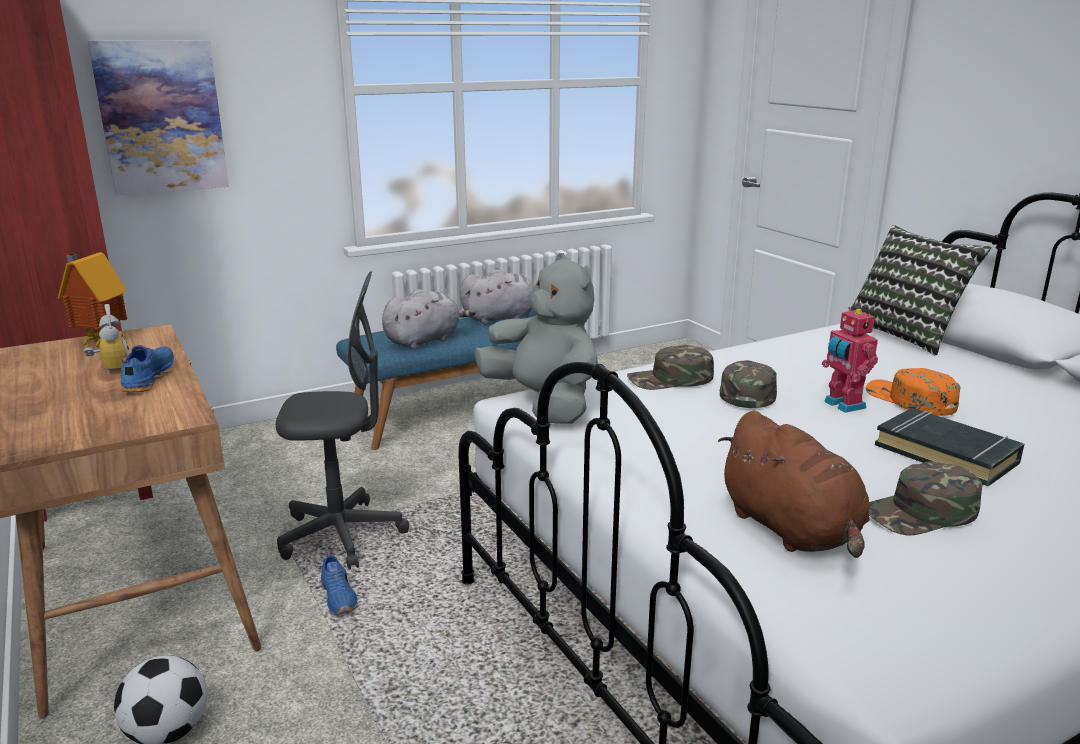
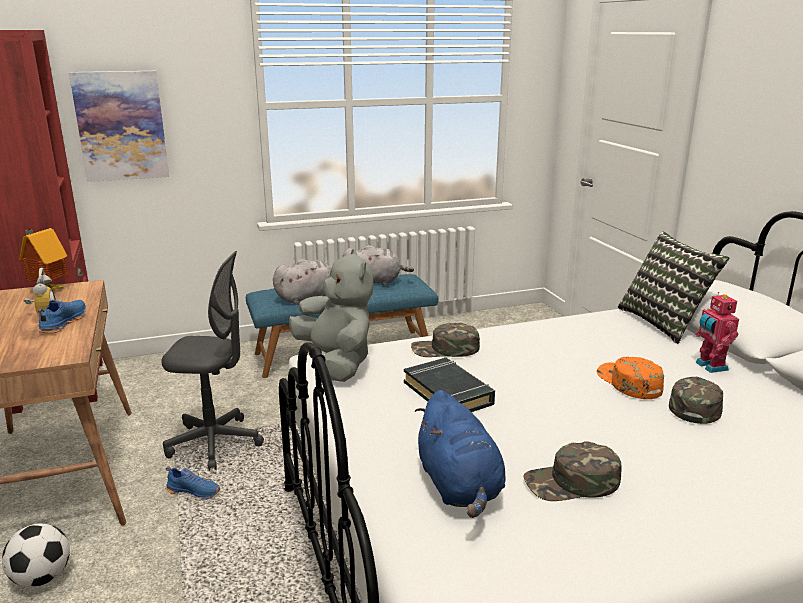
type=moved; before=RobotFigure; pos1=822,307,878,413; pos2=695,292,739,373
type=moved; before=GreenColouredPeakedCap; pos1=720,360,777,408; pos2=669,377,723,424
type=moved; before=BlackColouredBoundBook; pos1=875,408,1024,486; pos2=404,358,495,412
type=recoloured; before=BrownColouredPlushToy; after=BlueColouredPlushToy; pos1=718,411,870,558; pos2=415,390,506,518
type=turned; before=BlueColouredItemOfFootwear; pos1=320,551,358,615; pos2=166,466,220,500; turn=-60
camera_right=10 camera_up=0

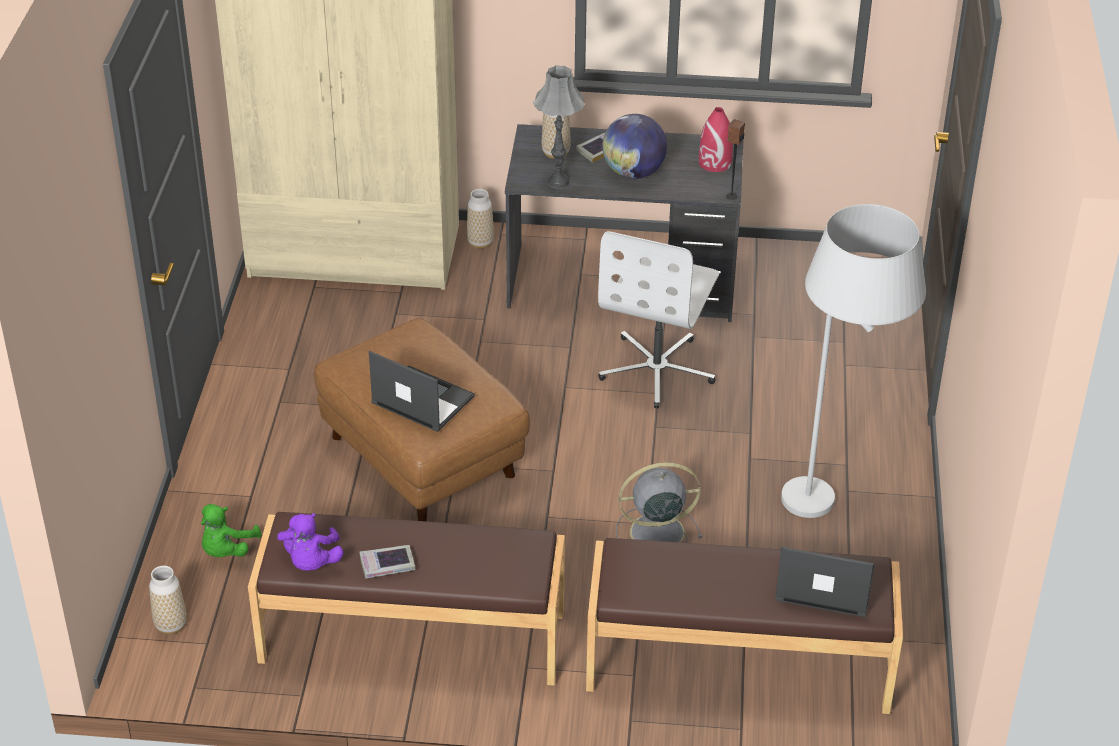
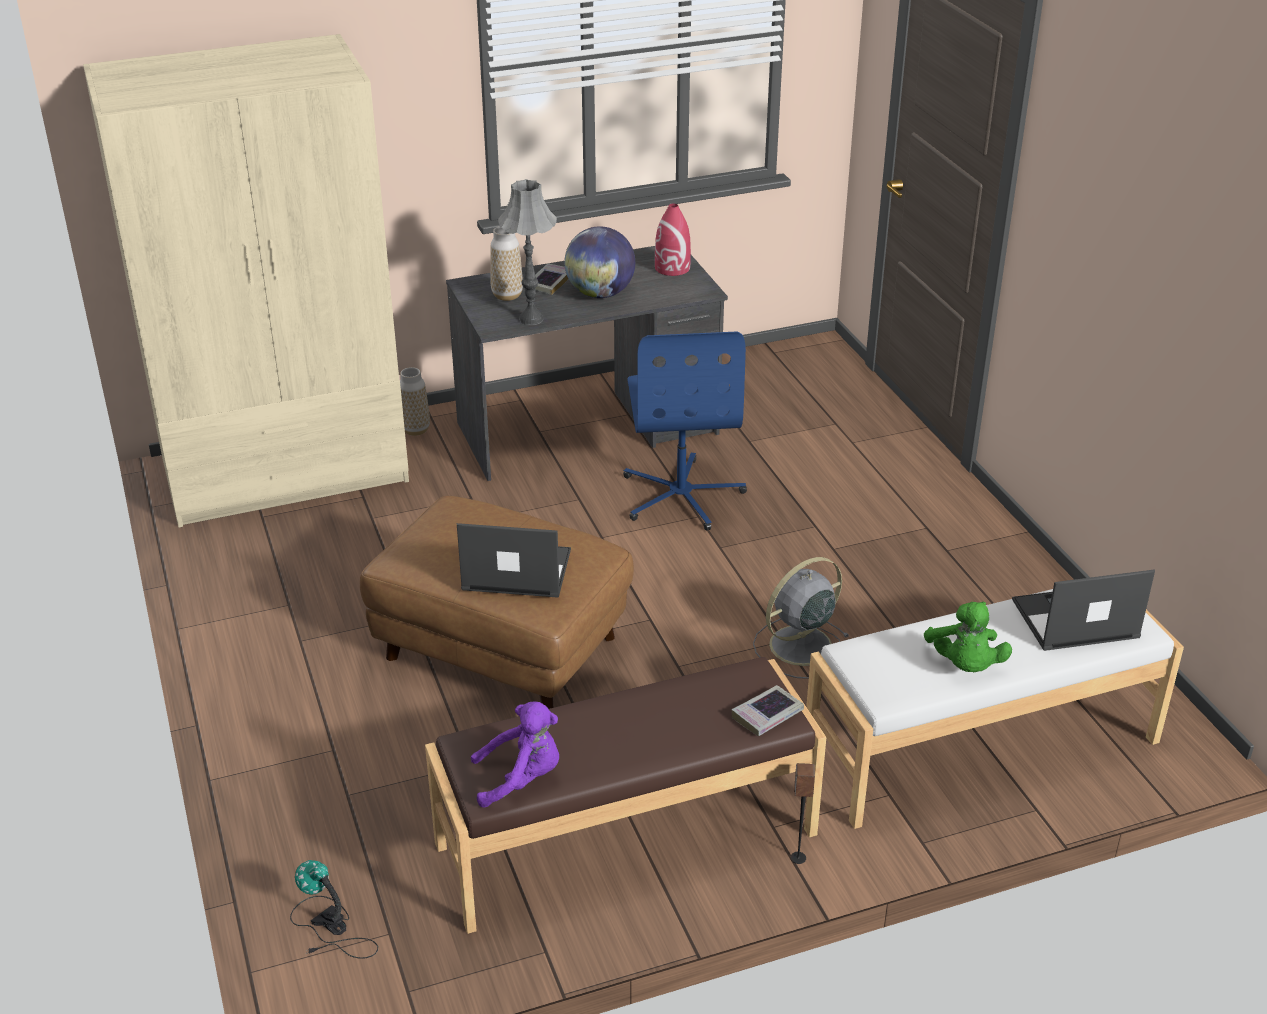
type=moved; before=Loudspeaker; pos1=726,119,745,200; pos2=790,763,815,864
type=removed; before=WhitishStandardLamp; pos1=781,204,926,518
type=recoloured; before=WhitishOfficeChair; after=BlueColouredOfficeChair; pos1=598,231,719,408; pos2=623,332,747,531
type=moved; before=GreenColouredPlushToy; pos1=201,504,262,557; pos2=924,601,1012,672
type=turned; before=PurplishPlushToy; pos1=277,513,344,571; pos2=471,701,559,808; turn=-75
type=recoloured; before=BrownColouredLongSeat; after=WhitishLongSeat; pos1=586,538,903,714; pos2=806,589,1184,829
type=moved; before=BoundBook; pos1=359,545,415,579; pos2=732,685,804,736
type=replaced; before=FlowerVase; after=TableLamp; pos1=149,566,187,634; pos2=290,860,378,959
camera_right=-25 camera_up=-5

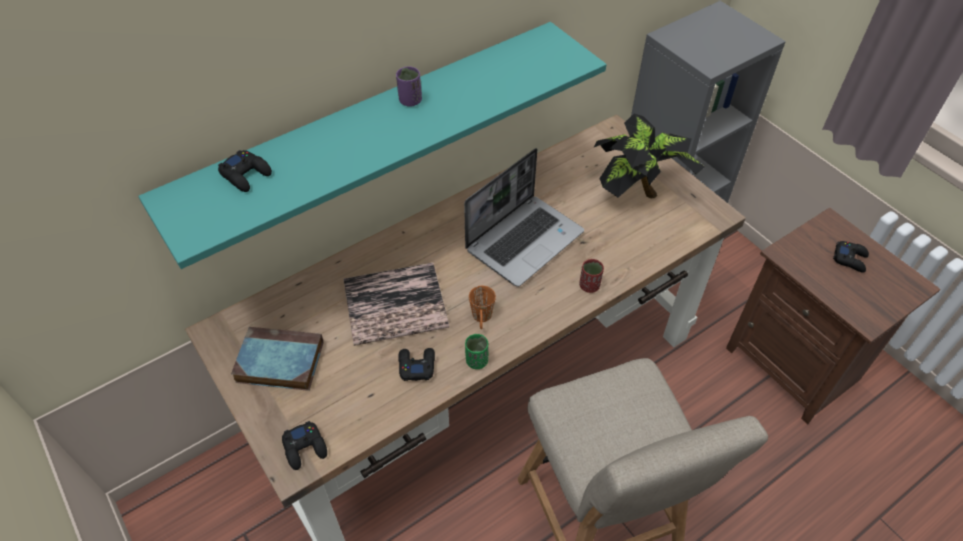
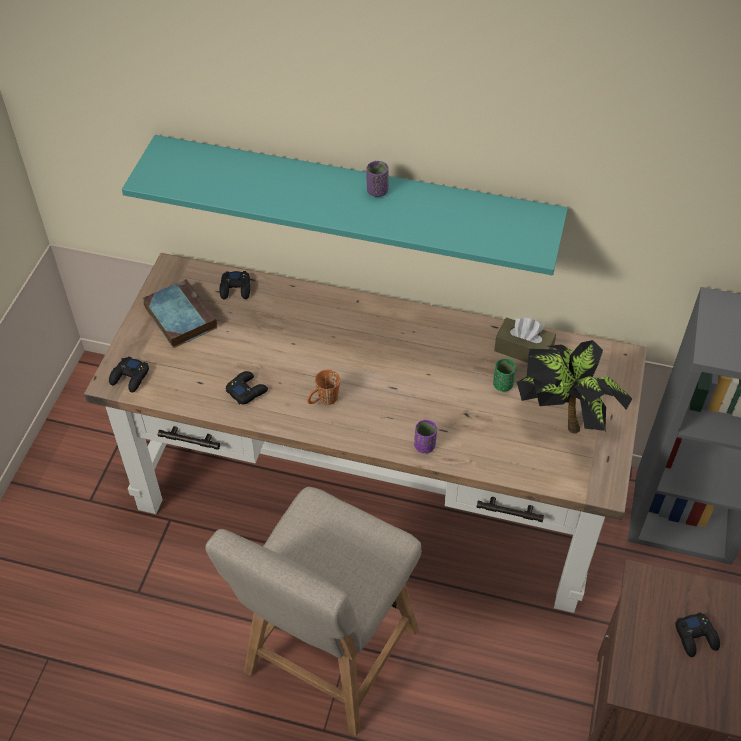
type=removed; before=NotebookComputer; pos1=464,148,584,287
type=moved; before=BlackColouredGameController; pos1=218,150,272,192; pos2=220,271,250,300
type=recoloured; before=ReddishDrinkingCup; after=PurplishDrinkingCup; pos1=579,259,604,293; pos2=414,419,437,453
type=removed; before=BoundBook; pos1=344,263,449,346
type=moved; before=GreenColouredDrinkingCup; pos1=465,334,488,369; pos2=493,359,516,391
type=added; after=BrownColouredBoxOfTissues; pos2=494,317,556,363
camera_right=50 camera_up=0

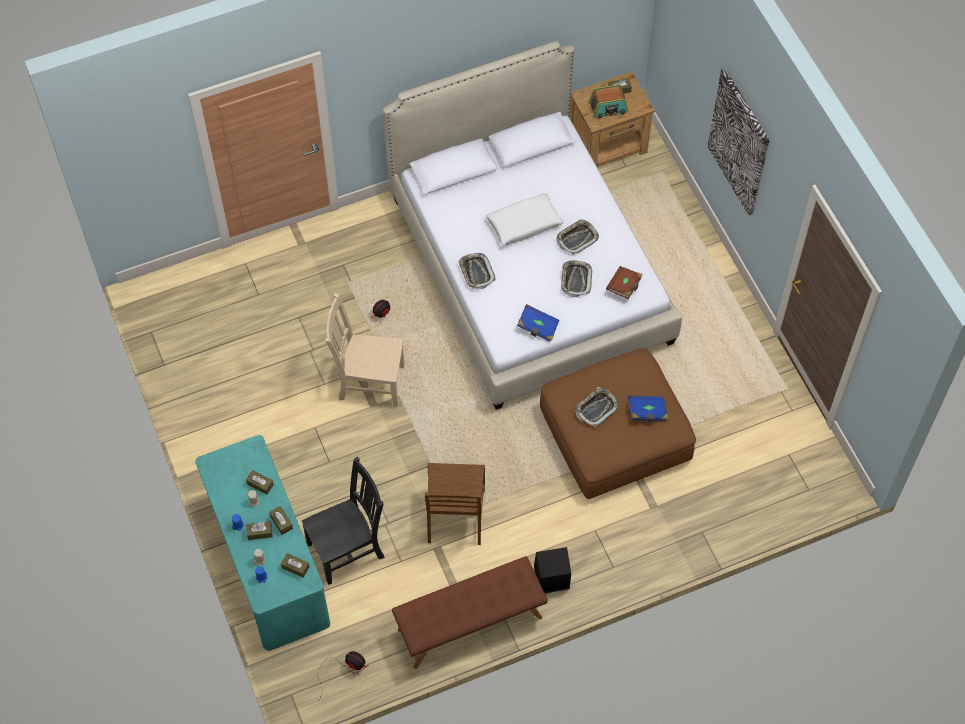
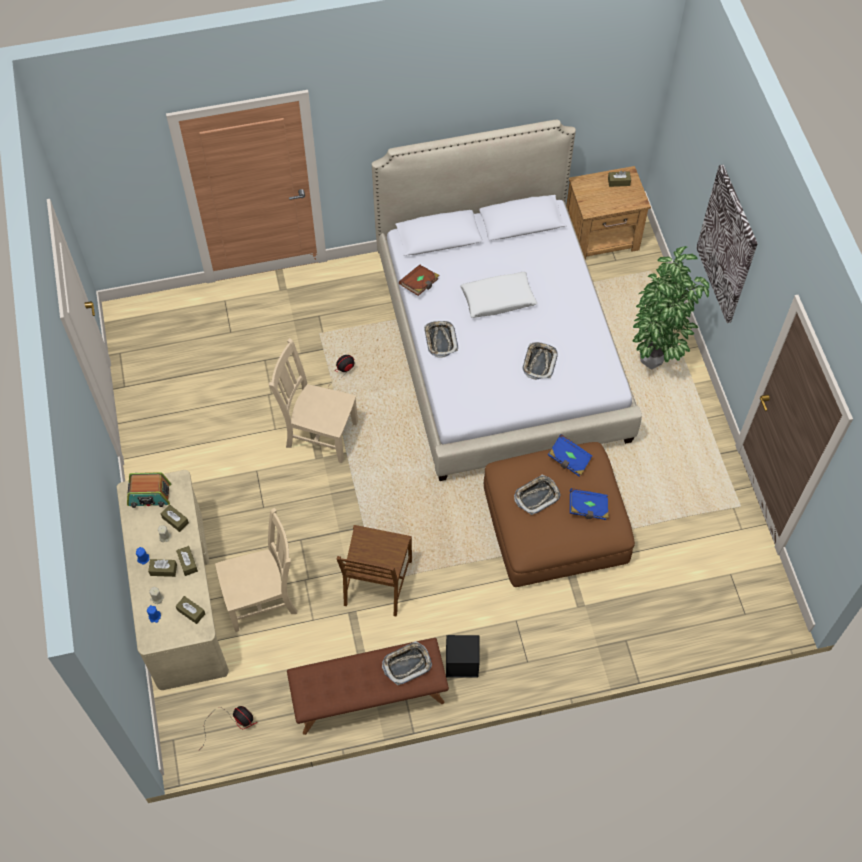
type=moved; before=Radio; pos1=588,84,629,118; pos2=127,472,171,508
type=moved; before=ServingTray; pos1=556,219,599,255; pos2=382,641,432,686
type=moved; before=BrownColouredBoundBook; pos1=606,266,643,299; pos2=399,265,440,296
type=moved; before=BlueColouredBoundBook; pos1=517,304,560,342; pos2=548,434,593,476
type=recoloured; before=BlueGreenDeskUnit; after=BeigeColouredDeskUnit; pos1=195,435,330,651; pos2=117,470,229,690
type=recoloured; before=BlackColouredChair; after=BeigeColouredChair; pos1=302,457,384,585; pos2=215,508,297,632
type=added; after=Houseplant; pos2=632,246,709,370
camera_right=10 camera_up=0

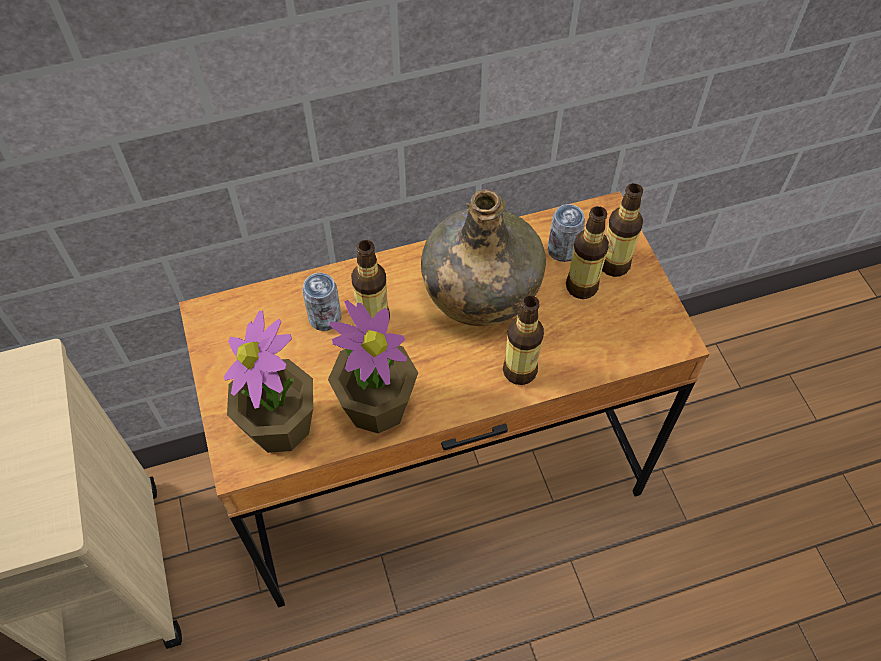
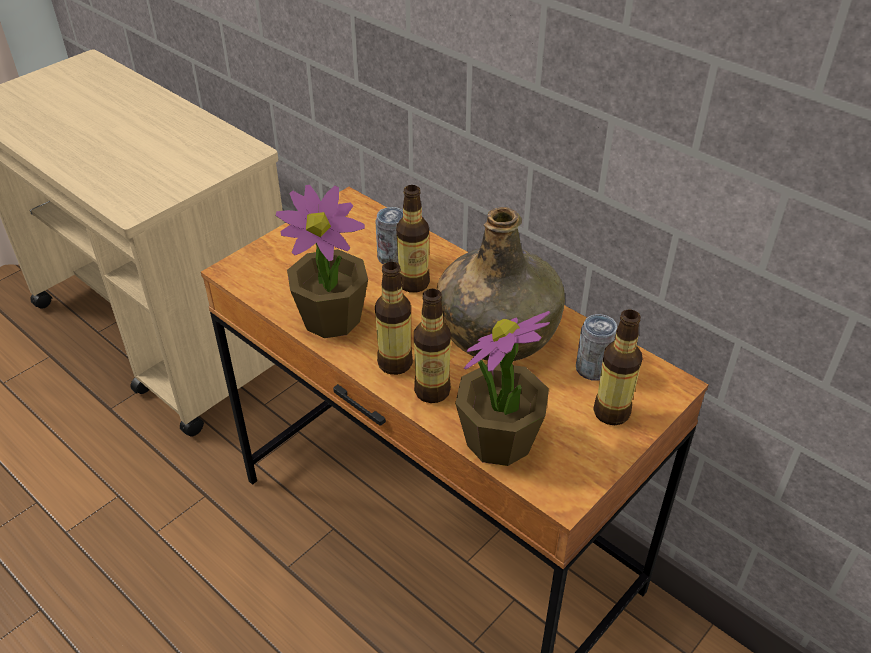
type=moved; before=DrinkBottle; pos1=566,206,609,299; pos2=375,262,413,375
type=moved; before=Houseplant; pos1=224,311,313,453; pos2=455,311,551,466
camera_right=60 camera_up=-15

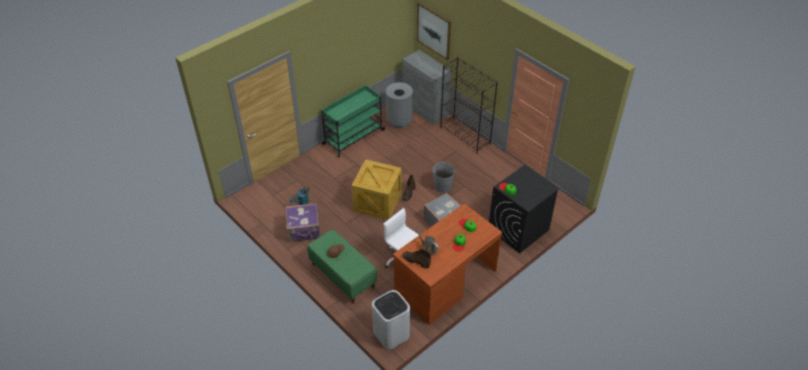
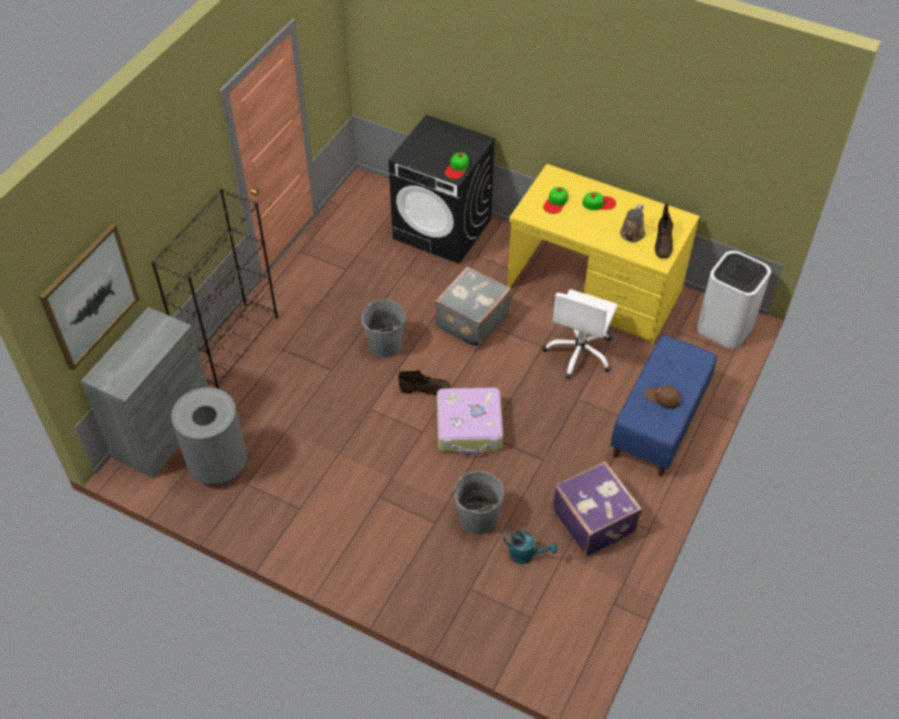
type=removed; before=GreenColouredWheeledCart; pos1=321,85,386,157
type=replaced; before=Crate; after=Suitcase; pos1=352,159,402,220; pos2=437,388,503,454
type=recoloured; before=BrownColouredDeskUnit; after=YellowColouredDeskUnit; pos1=393,203,502,325; pos2=508,164,700,344
type=recoloured; before=GreenColouredLongSeat; after=BlueColouredLongSeat; pos1=307,229,377,303; pos2=610,335,717,476
type=added; after=GreyWaterBucket; pos2=454,471,504,535
camera_right=-110 camera_up=5

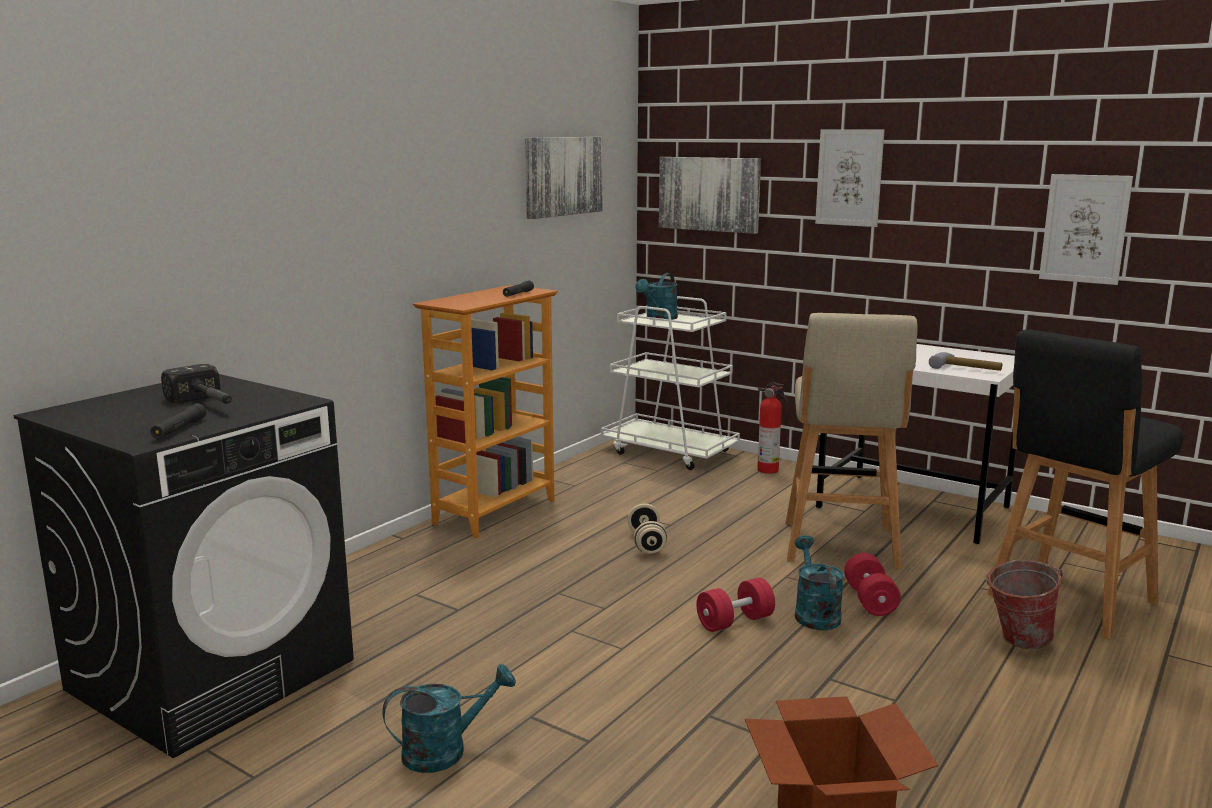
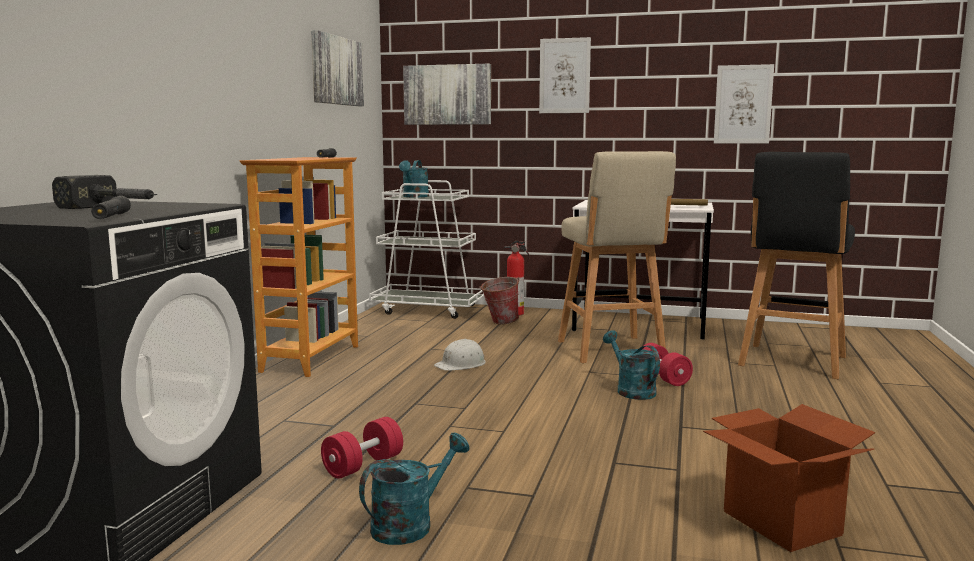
type=replaced; before=BeigeColouredHandWeight; after=WhitishHardHat; pos1=628,504,668,554; pos2=434,339,486,371
type=moved; before=WaterBucket; pos1=984,560,1063,649; pos2=479,277,519,325
type=moved; before=ReddishHandWeight; pos1=697,577,775,632; pos2=321,417,403,479
camera_right=-20 camera_up=-5

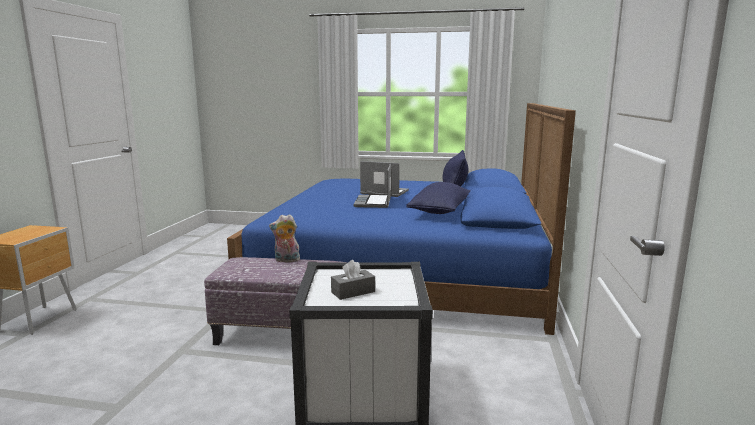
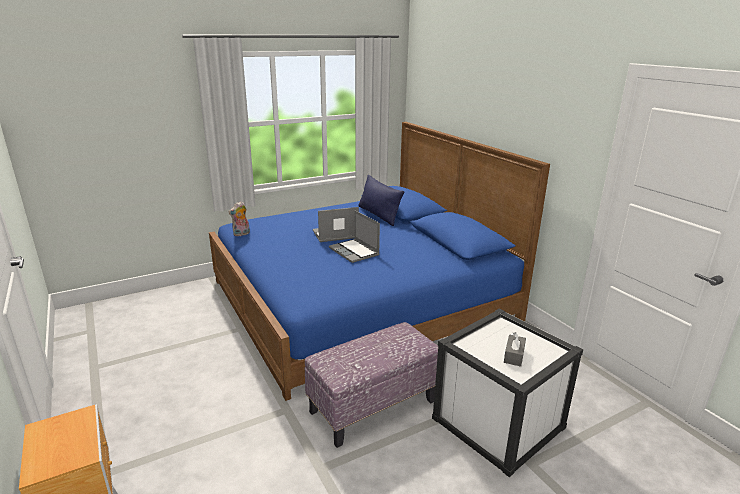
type=removed; before=BlueColouredCushion; pos1=406,182,471,214
type=moved; before=PlushToy; pos1=269,214,300,263; pos2=228,201,250,236
camera_right=-40 camera_up=10

